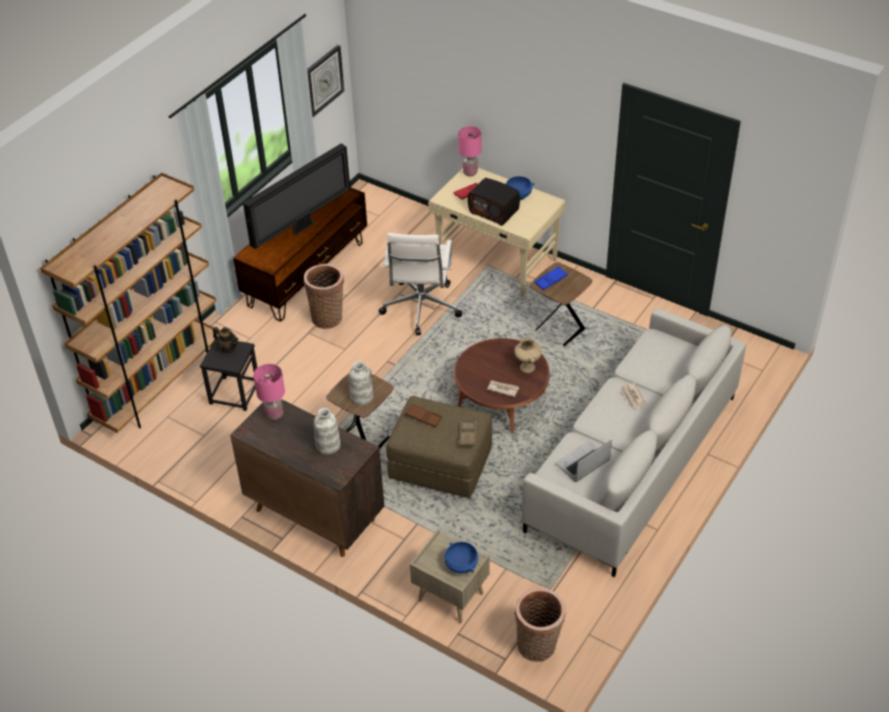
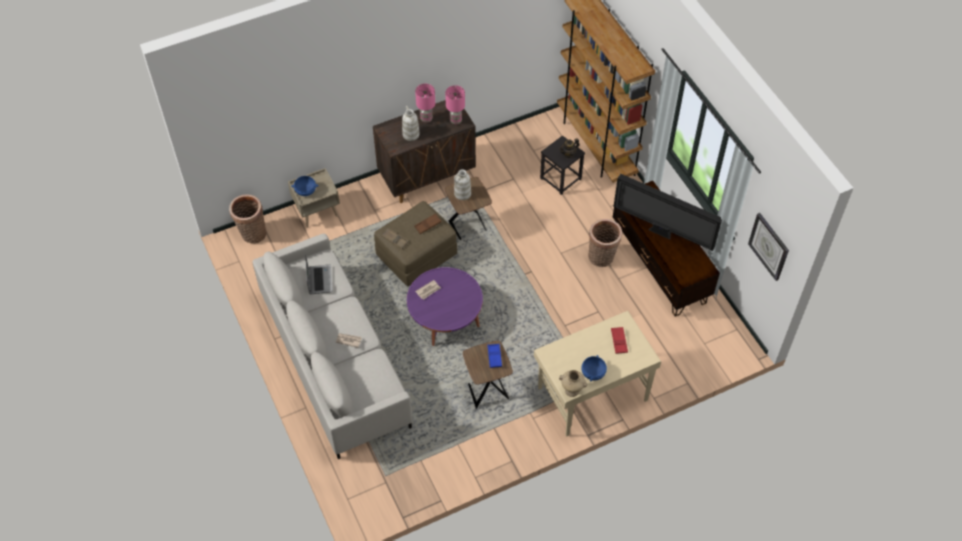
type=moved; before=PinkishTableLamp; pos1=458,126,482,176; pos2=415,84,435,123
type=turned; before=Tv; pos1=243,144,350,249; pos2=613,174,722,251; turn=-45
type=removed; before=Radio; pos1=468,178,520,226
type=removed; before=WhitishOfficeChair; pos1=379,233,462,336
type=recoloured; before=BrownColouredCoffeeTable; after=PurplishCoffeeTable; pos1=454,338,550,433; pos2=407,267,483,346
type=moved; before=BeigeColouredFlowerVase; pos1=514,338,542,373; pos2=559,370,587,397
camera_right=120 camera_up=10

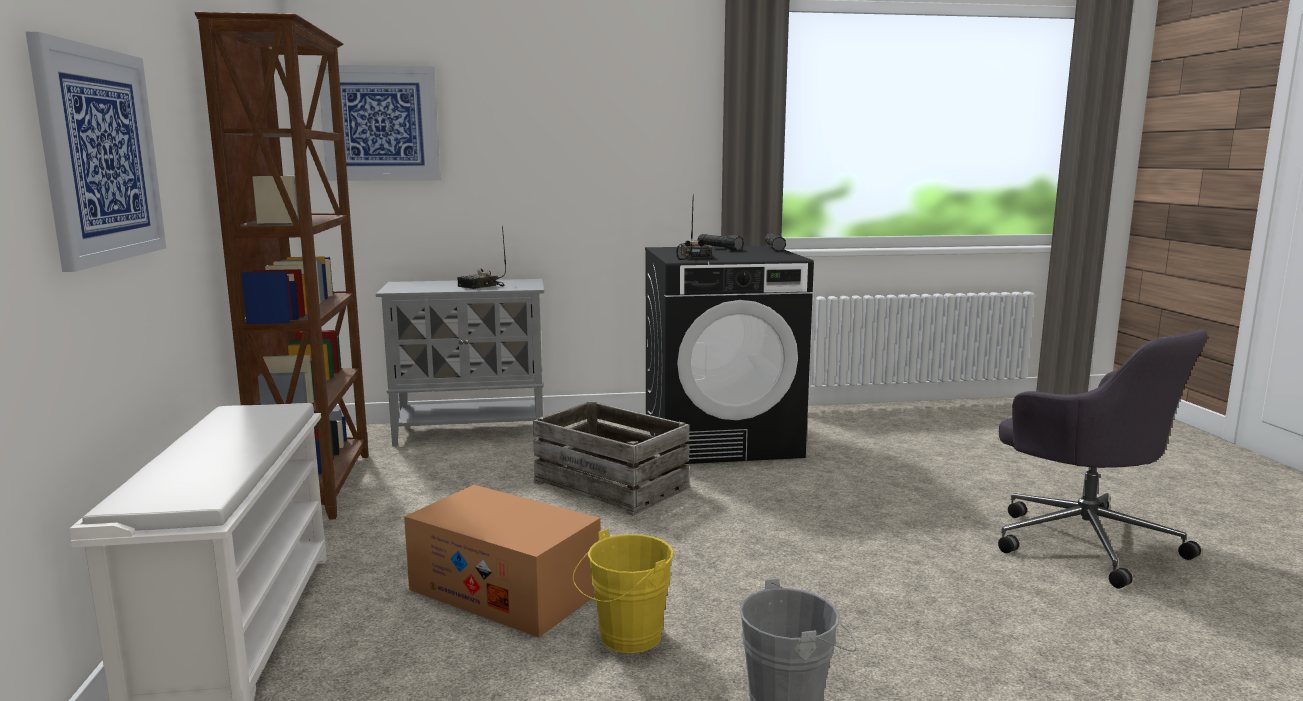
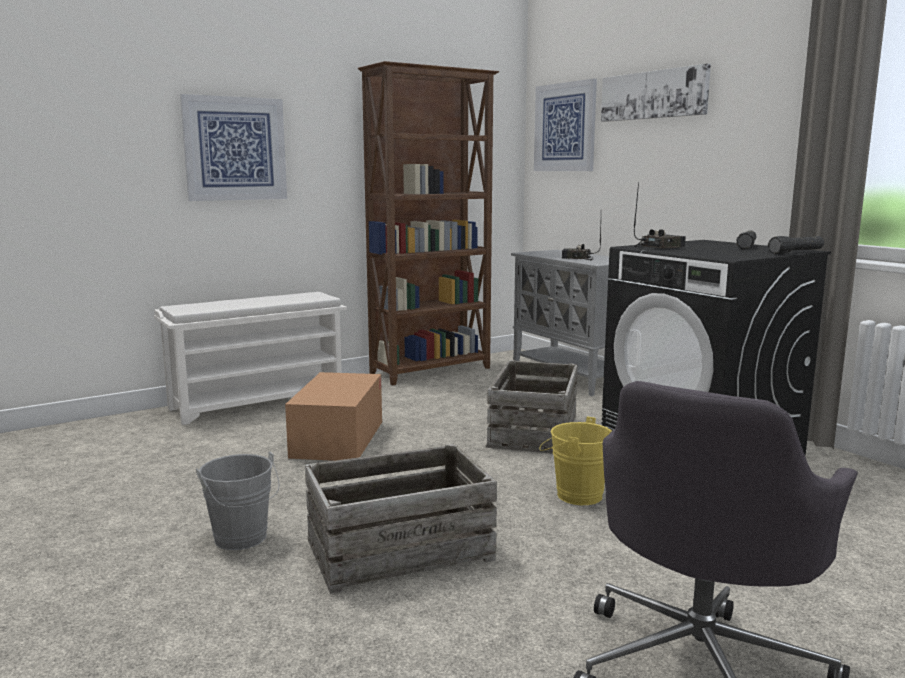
type=moved; before=YellowColouredWaterBucket; pos1=573,529,674,653; pos2=539,417,612,505
type=added; after=Picture; pos2=601,63,711,122
type=added; after=Crate; pos2=305,444,497,594
camera_right=65 camera_up=0

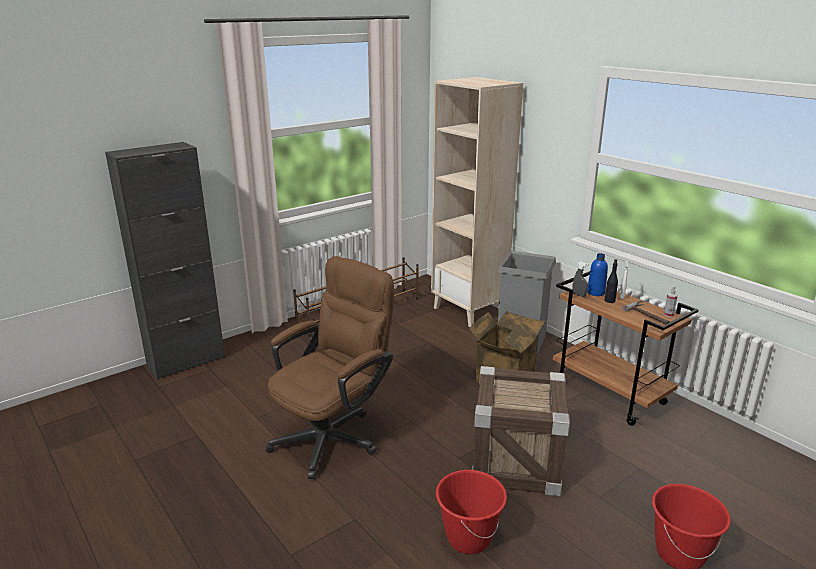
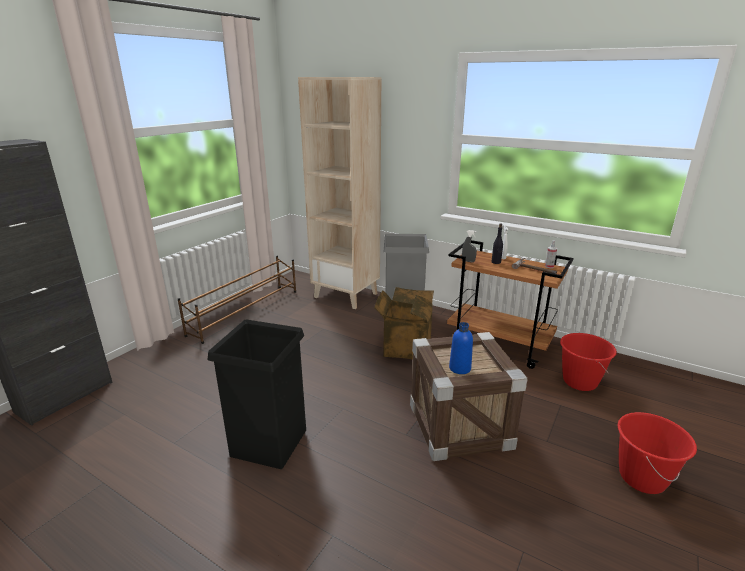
type=moved; before=BlueColouredDrinkBottle; pos1=587,253,608,296; pos2=449,322,473,374
type=replaced; before=BrownColouredOfficeChair; after=BlackColouredWasteBin; pos1=266,256,394,479; pos2=207,320,306,469
type=moved; before=ReddishWaterBucket; pos1=436,470,507,554; pos2=560,333,617,391
camera_right=-20 camera_up=0

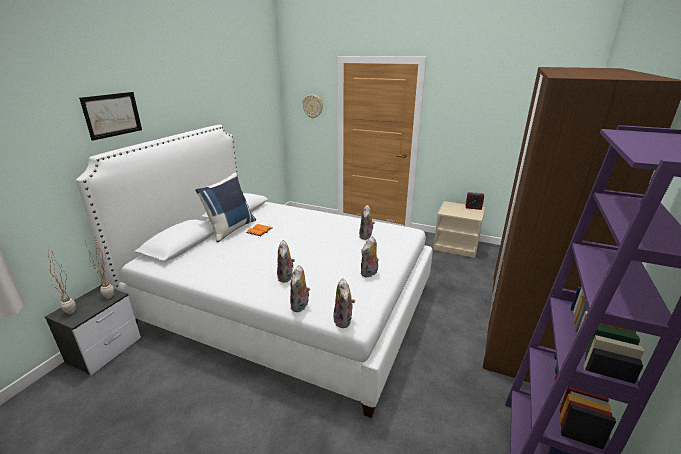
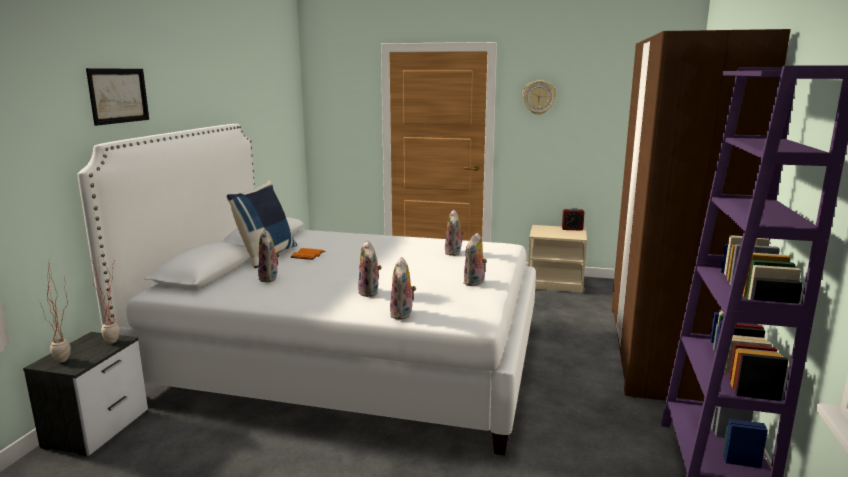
type=moved; before=WallClock; pos1=302,95,323,118; pos2=522,80,556,115
type=moved; before=PlushToy; pos1=333,278,355,328; pos2=258,230,280,282
camera_right=-10 camera_up=-10

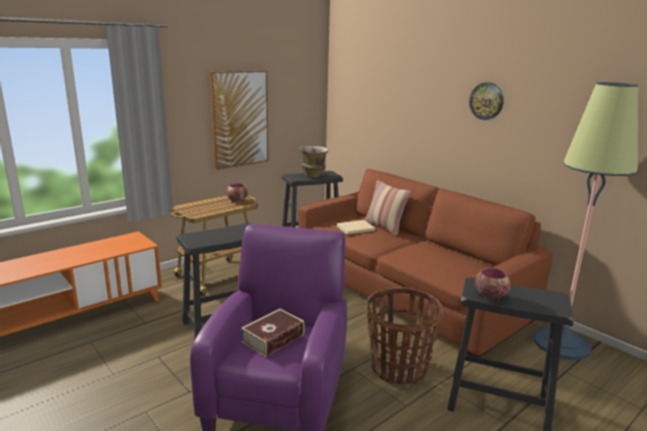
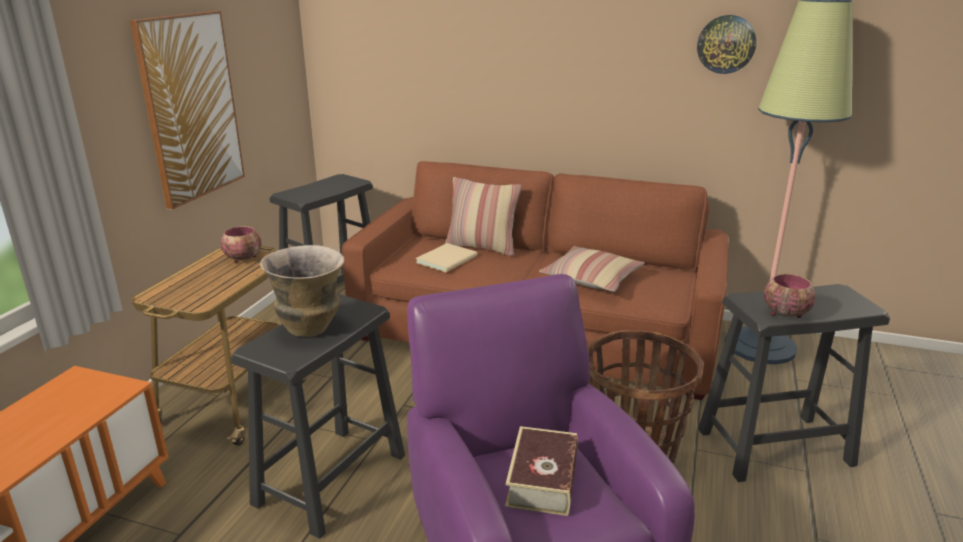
type=moved; before=WallClock; pos1=469,82,504,120; pos2=697,15,756,74
type=moved; before=FlowerVase; pos1=299,146,329,178; pos2=260,245,345,337
type=added; after=Cushion; pos2=539,246,645,292
camera_right=-30 camera_up=5

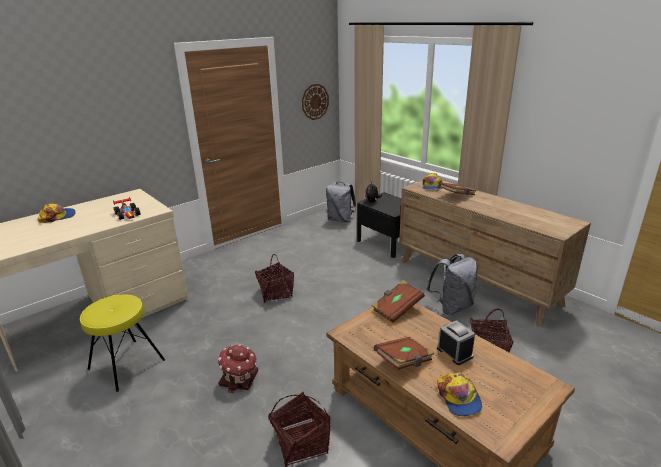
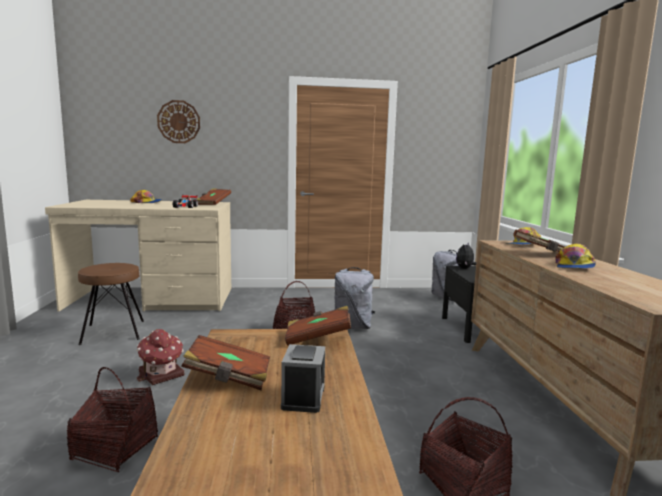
type=moved; before=WallClock; pos1=302,84,329,120; pos2=157,100,200,143
type=moved; before=GreyBackpack; pos1=426,254,478,315; pos2=332,267,375,329
type=recoloured; before=YellowColouredSittingStool; after=BrownColouredSittingStool; pos1=80,295,165,392; pos2=78,263,144,345
type=moved; before=PeakedCap; pos1=437,372,482,416; pos2=556,244,596,269
type=added; after=BrownColouredBoundBook; pos2=196,188,231,205
camera_right=35 camera_up=-15

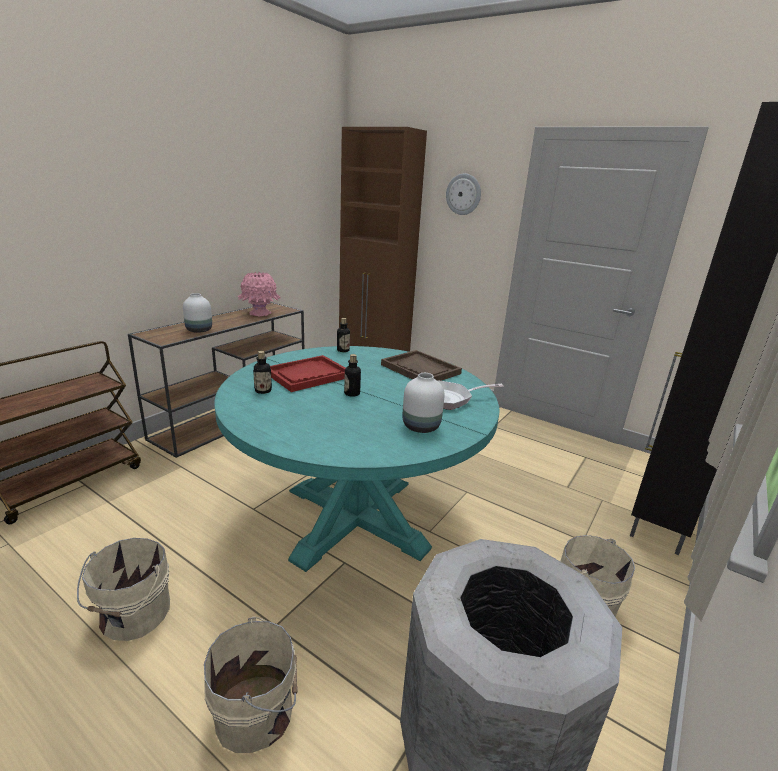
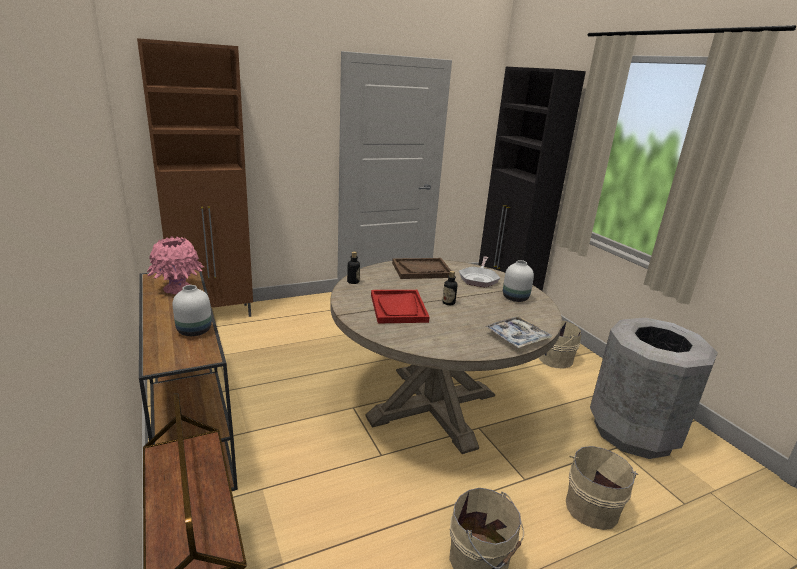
type=removed; before=WallClock; pos1=446,174,481,215
type=recoloured; before=BlueGreenDinnerTable; after=BeigeColouredDinnerTable; pos1=214,346,500,572; pos2=330,260,562,454
type=removed; before=DrinkBottle; pos1=253,351,272,394
type=added; after=ServingTray; pos2=484,316,552,348
camera_right=-60 camera_up=0

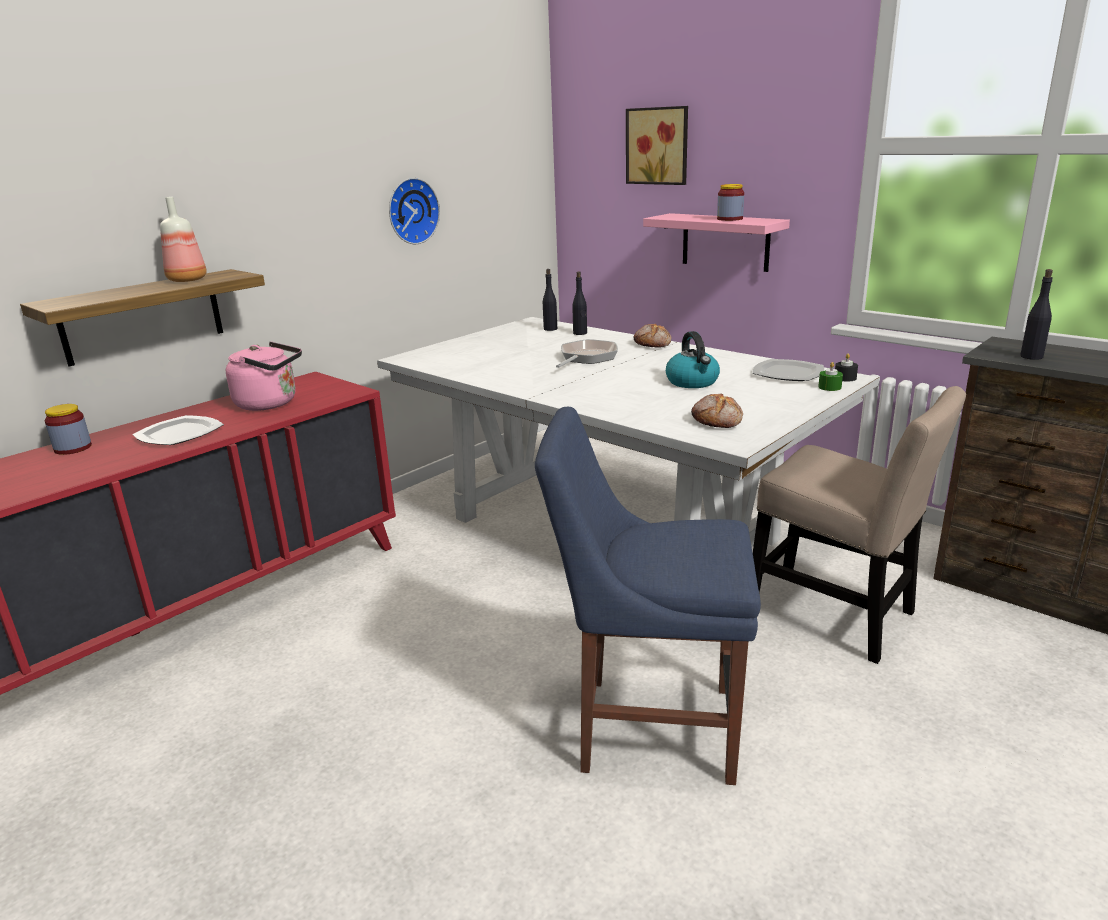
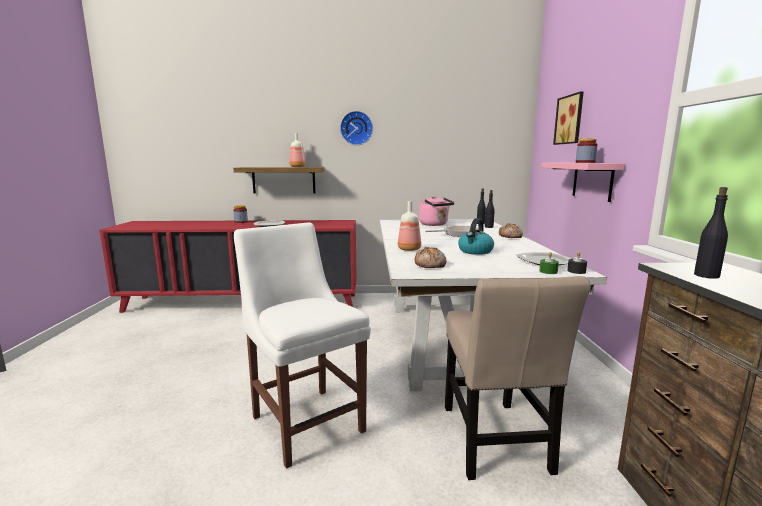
type=moved; before=WallClock; pos1=389,178,440,244; pos2=340,111,373,145
type=moved; before=PinkishKettle; pos1=226,342,302,411; pos2=419,196,454,226
type=recoloured; before=BlueColouredChair; after=WhitishChair; pos1=535,407,761,785; pos2=234,222,371,469
type=added; after=DrinkBottle; pos2=398,201,421,251
camera_right=45 camera_up=-10

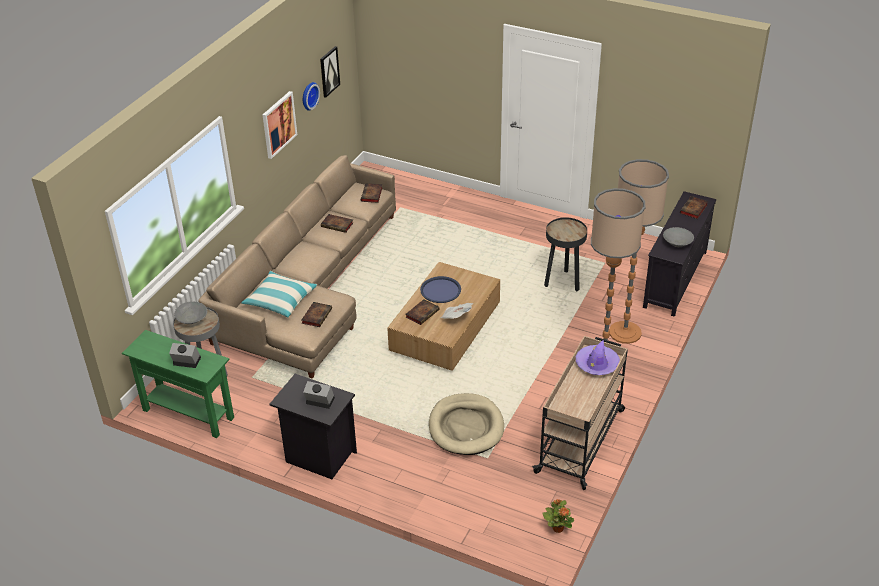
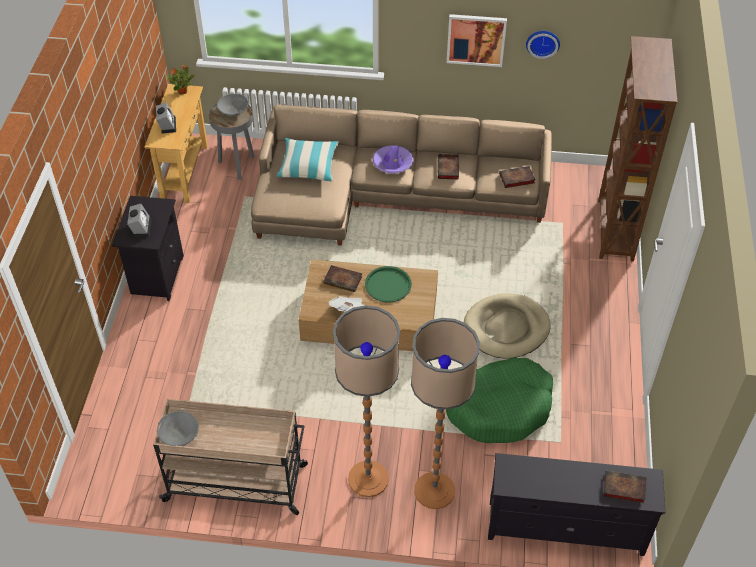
type=removed; before=Picture; pos1=320,46,340,98
type=replaced; before=BlackColouredEndTable; after=GreenColouredDogBed; pos1=544,217,587,291; pos2=446,358,553,443
type=moved; before=GreyDeepDish; pos1=663,227,694,247; pos2=157,411,199,446
type=recoloured; before=BlueColouredServingTray; after=GreenColouredServingTray; pos1=420,276,461,303; pos2=365,266,412,302
type=removed; before=BoundBook; pos1=301,302,332,327
type=recoloured; before=GreenColouredNarrowTable; after=BeigeColouredNarrowTable; pos1=122,330,234,438; pos2=145,84,208,203
type=moved; before=PurplishClothingHat; pos1=576,340,620,375; pos2=373,145,413,174
type=moved; before=BeigeColouredDogBed; pos1=429,393,504,455; pos2=464,293,551,359
type=moved; before=Houseplant; pos1=543,499,574,533; pos2=165,65,195,95
type=added; after=BrownColouredShelvingUnit; pos2=598,36,678,262
camera_right=70 camera_up=10

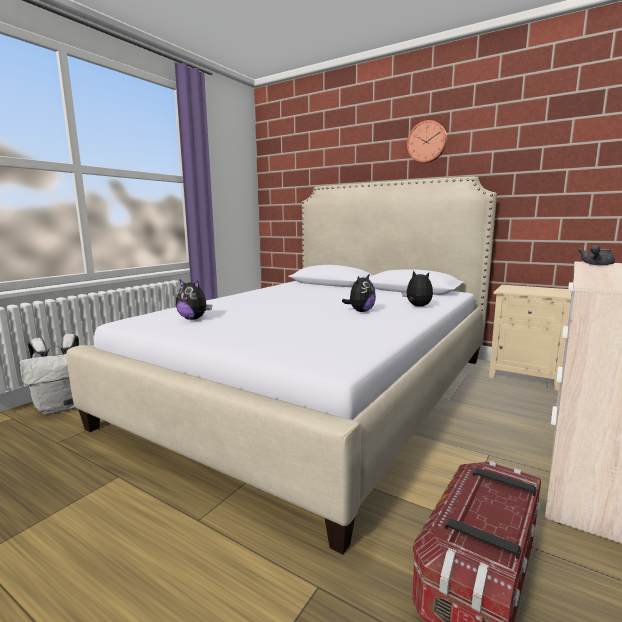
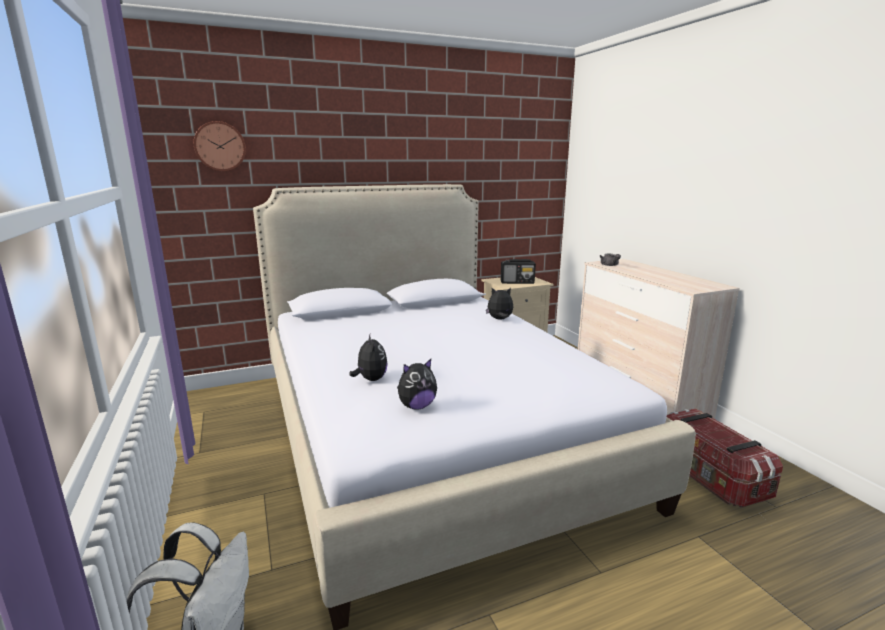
type=moved; before=WallClock; pos1=407,120,447,163; pos2=194,121,246,171
type=moved; before=PlushToy; pos1=342,275,376,312; pos2=349,334,387,381
type=added; after=Radio; pos2=501,259,536,284
camera_right=-55 camera_up=5

